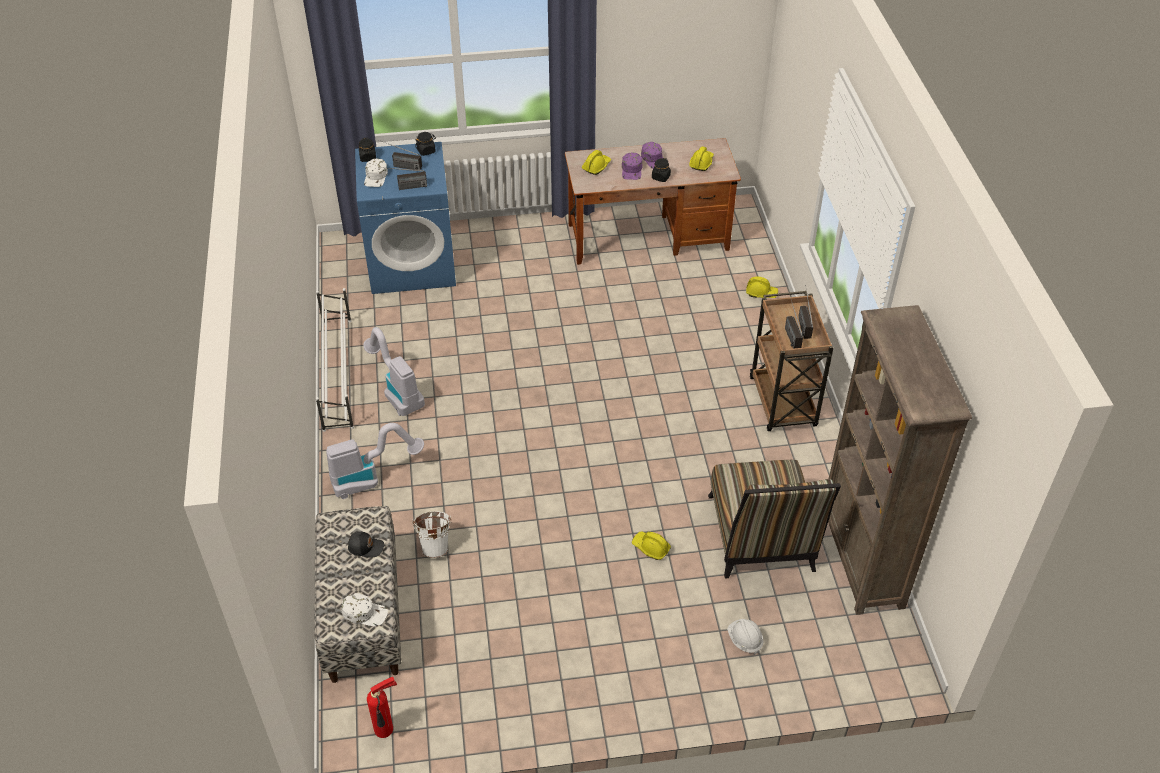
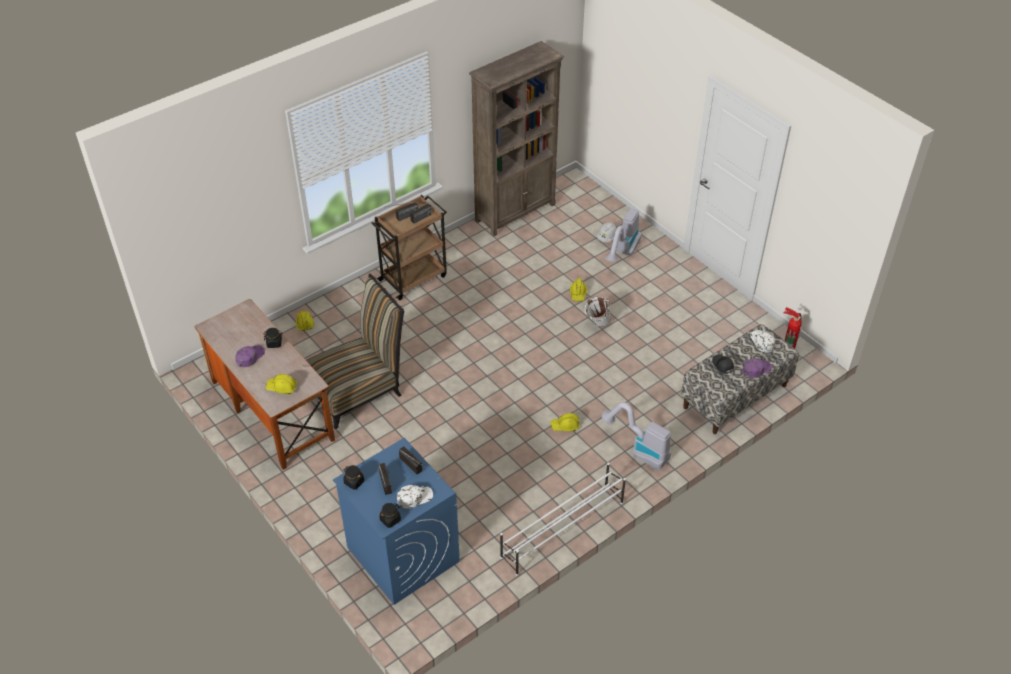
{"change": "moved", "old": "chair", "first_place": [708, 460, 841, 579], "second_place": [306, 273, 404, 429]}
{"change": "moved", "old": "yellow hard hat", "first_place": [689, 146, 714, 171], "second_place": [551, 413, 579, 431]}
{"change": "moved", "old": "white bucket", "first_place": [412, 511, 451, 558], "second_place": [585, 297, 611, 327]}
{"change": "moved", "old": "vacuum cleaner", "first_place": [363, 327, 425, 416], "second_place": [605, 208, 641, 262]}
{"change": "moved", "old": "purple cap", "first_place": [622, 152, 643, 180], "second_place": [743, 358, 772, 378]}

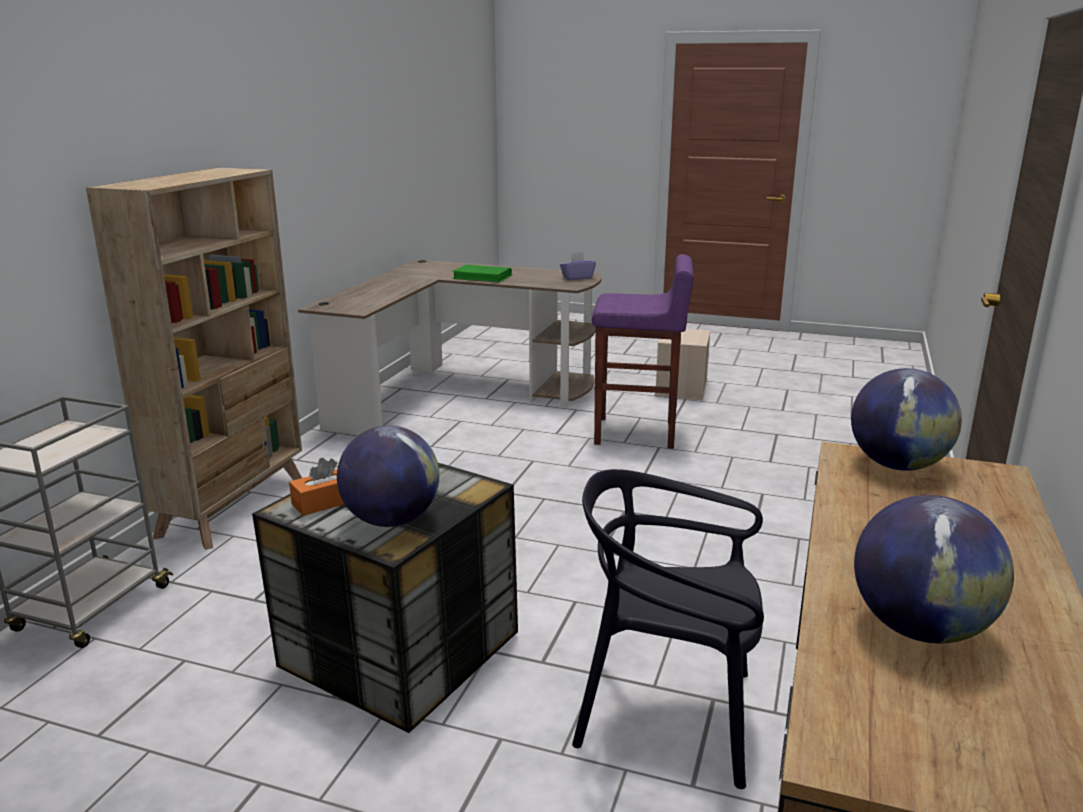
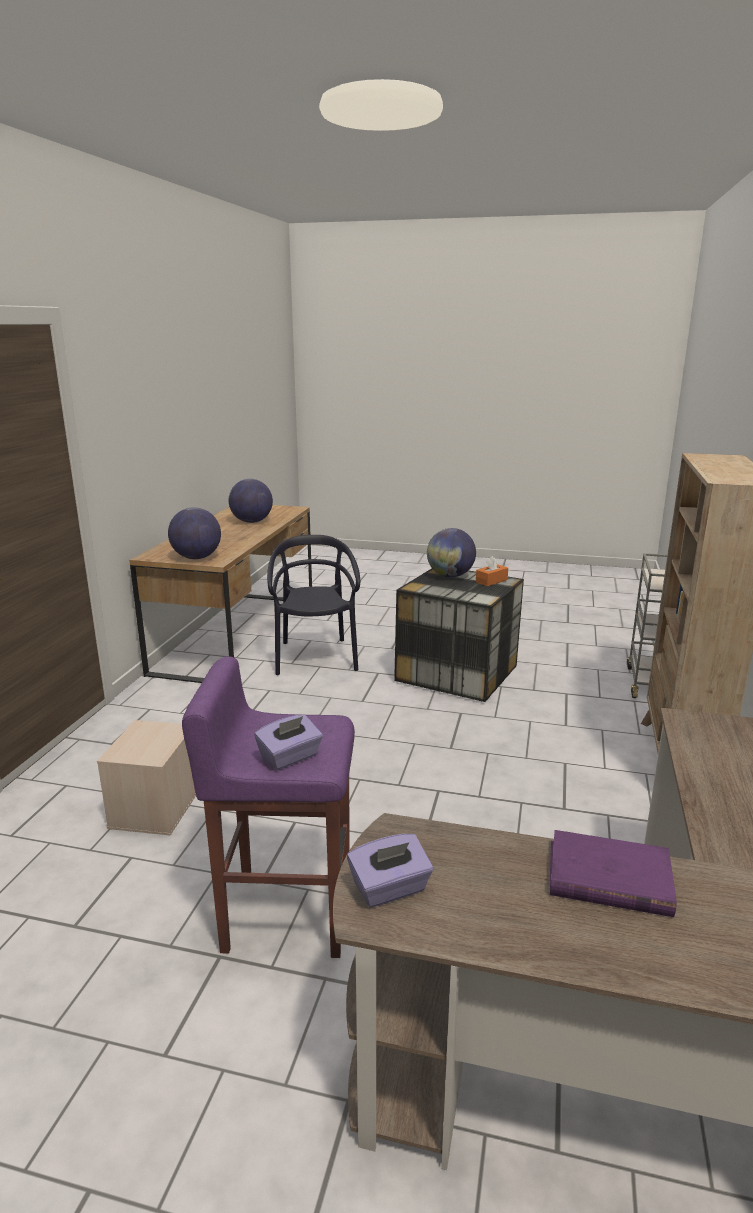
{"change": "moved", "old": "beige storage box", "first_place": [655, 329, 711, 400], "second_place": [97, 720, 196, 836]}
{"change": "added", "new": "purple tissue box", "second_place": [255, 715, 323, 770]}
{"change": "turned", "old": "black chair", "first_place": [572, 469, 764, 789], "second_place": [267, 535, 360, 675], "degrees": -105}
{"change": "recoloured", "old": "green book", "new": "purple book", "first_place": [452, 264, 512, 283], "second_place": [550, 830, 677, 917]}

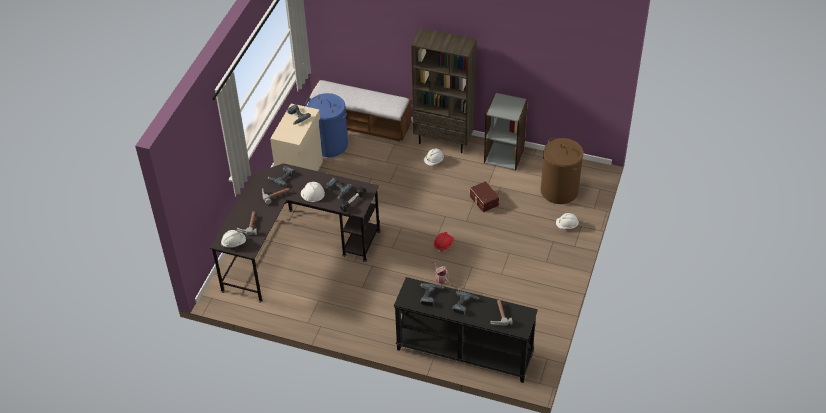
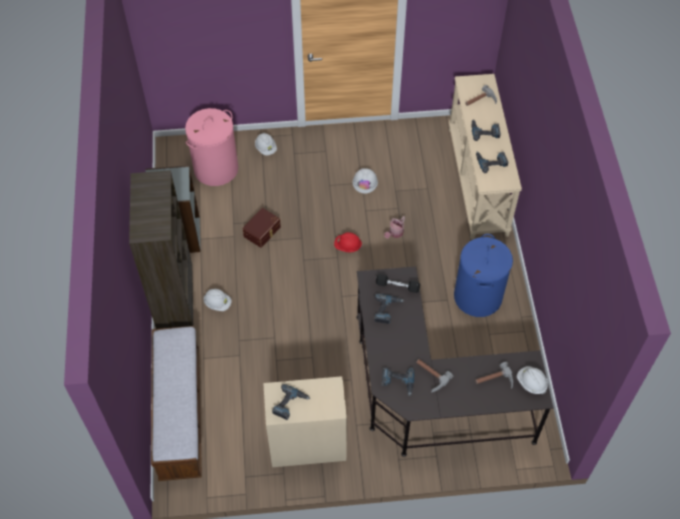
{"change": "recoloured", "old": "brown laundry basket", "new": "pink laundry basket", "first_place": [541, 138, 584, 204], "second_place": [185, 108, 238, 186]}
{"change": "moved", "old": "white hard hat", "first_place": [301, 182, 325, 202], "second_place": [353, 168, 378, 194]}
{"change": "recoloured", "old": "black console table", "new": "beige console table", "first_place": [394, 277, 538, 383], "second_place": [449, 74, 522, 240]}
{"change": "moved", "old": "blue laundry basket", "first_place": [306, 93, 348, 157], "second_place": [454, 234, 513, 317]}

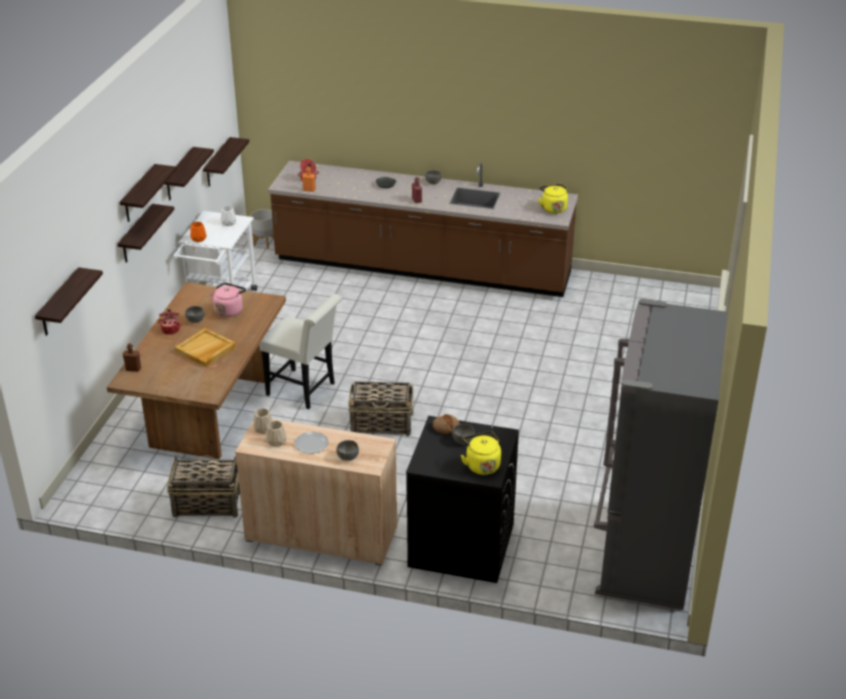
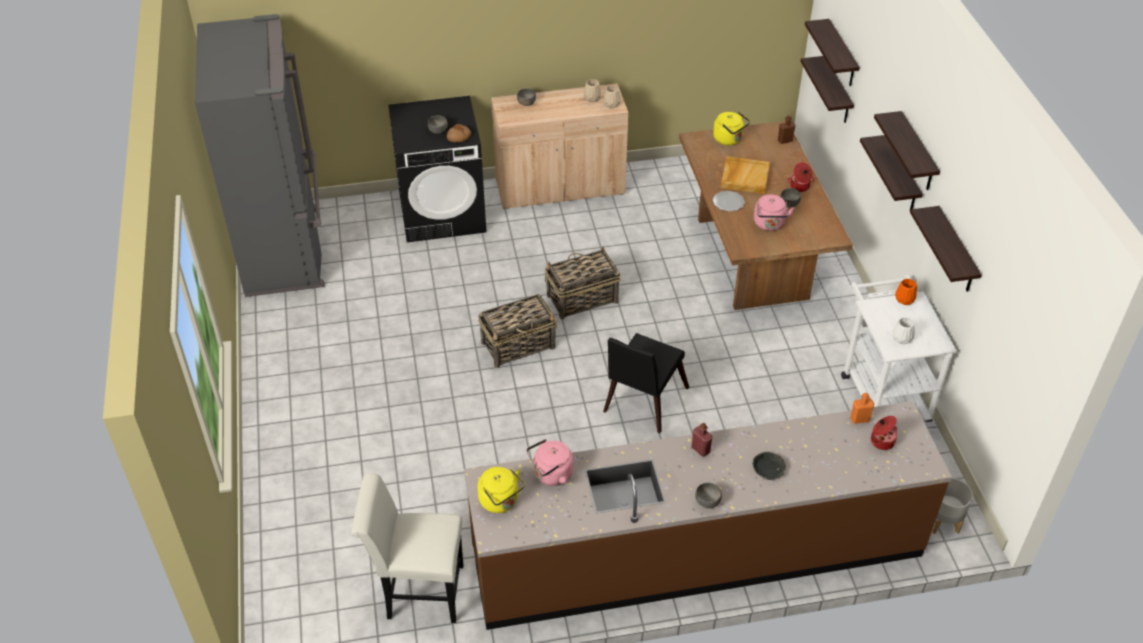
{"change": "moved", "old": "white chair", "first_place": [259, 294, 342, 409], "second_place": [351, 473, 463, 623]}
{"change": "moved", "old": "basket", "first_place": [167, 455, 240, 518], "second_place": [478, 294, 557, 368]}
{"change": "added", "new": "pink kettle", "second_place": [526, 439, 573, 486]}
{"change": "added", "new": "black chair", "second_place": [603, 333, 689, 433]}
{"change": "moved", "old": "yellow kettle", "first_place": [460, 431, 501, 475], "second_place": [713, 112, 750, 145]}
{"change": "moved", "old": "plate", "first_place": [294, 432, 329, 454], "second_place": [713, 191, 745, 212]}
{"change": "moved", "old": "shelf", "first_place": [203, 137, 249, 187], "second_place": [801, 56, 854, 123]}

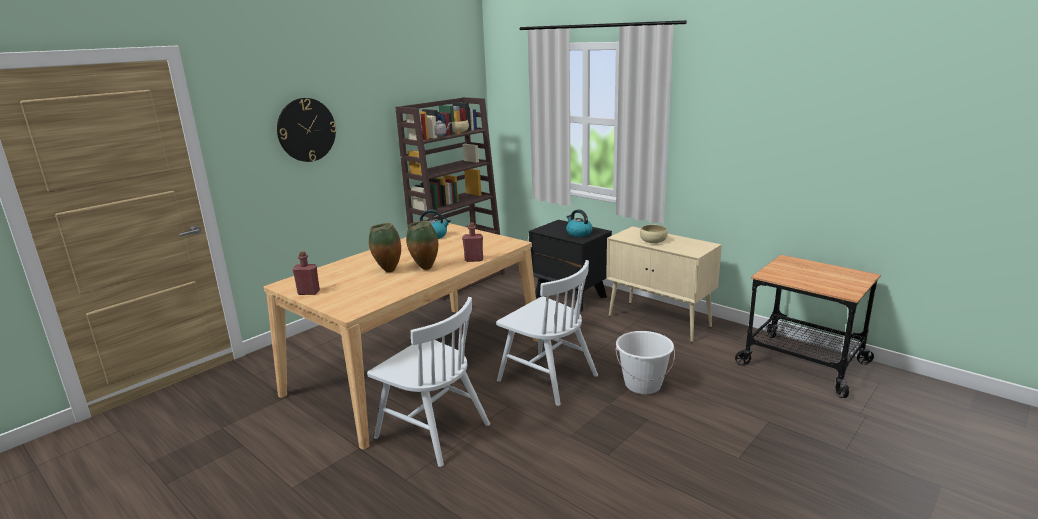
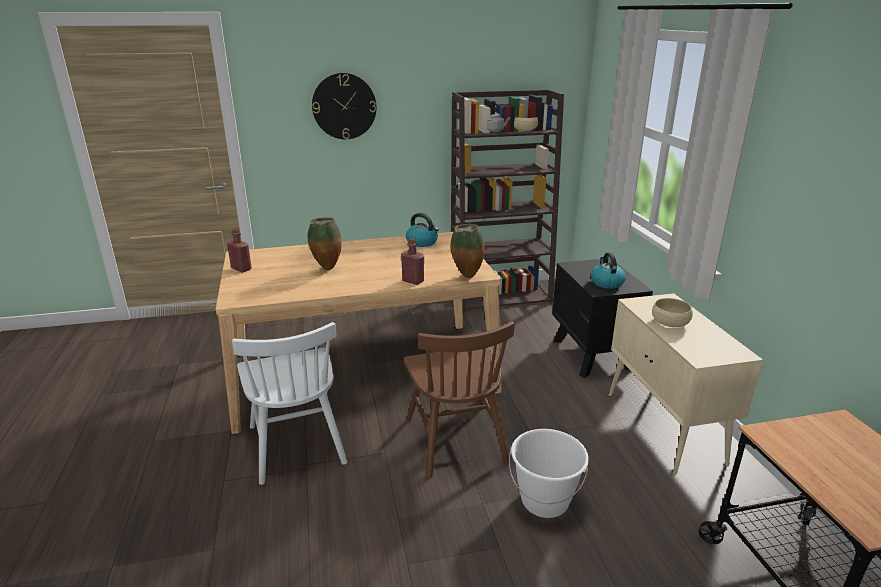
{"change": "recoloured", "old": "white chair", "new": "brown chair", "first_place": [496, 260, 598, 406], "second_place": [404, 321, 515, 478]}
{"change": "moved", "old": "vase", "first_place": [406, 221, 438, 270], "second_place": [450, 224, 485, 278]}

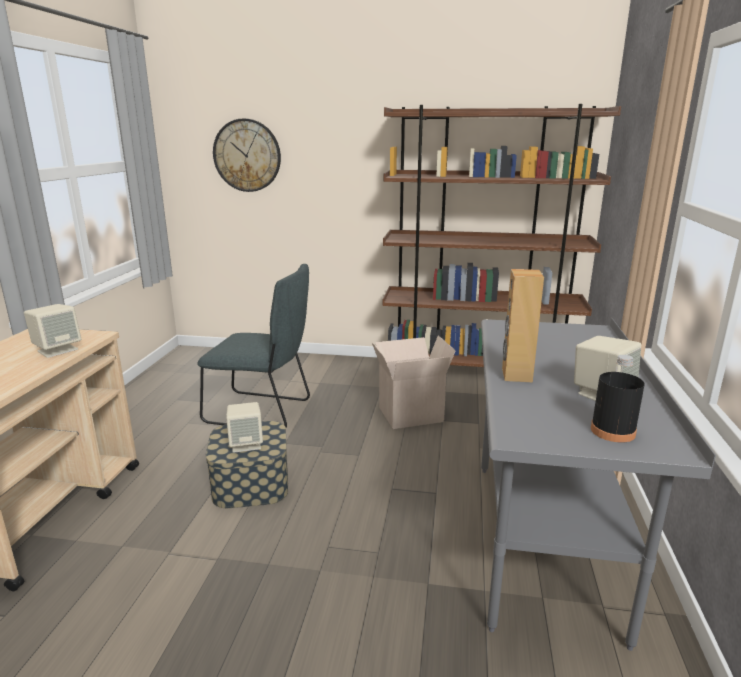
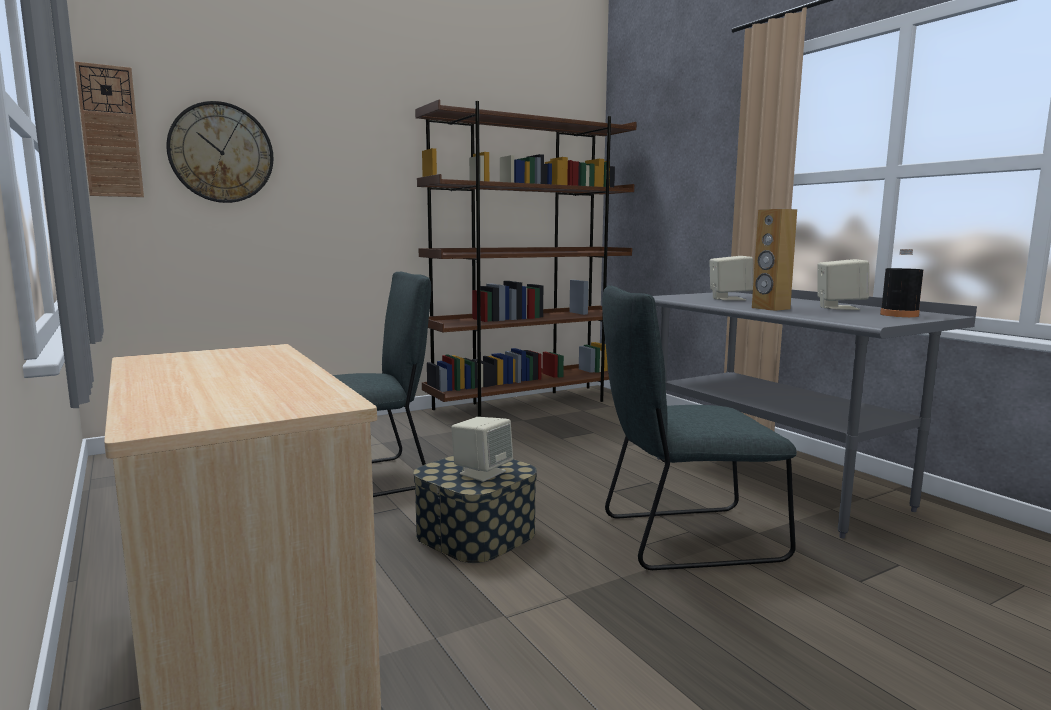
{"change": "added", "new": "wall clock", "second_place": [75, 61, 144, 197]}
{"change": "added", "new": "grey chair", "second_place": [602, 286, 797, 570]}
{"change": "moved", "old": "beige speaker", "first_place": [24, 304, 81, 358], "second_place": [709, 256, 754, 300]}
{"change": "removed", "old": "cardboard box", "first_place": [372, 335, 456, 429]}

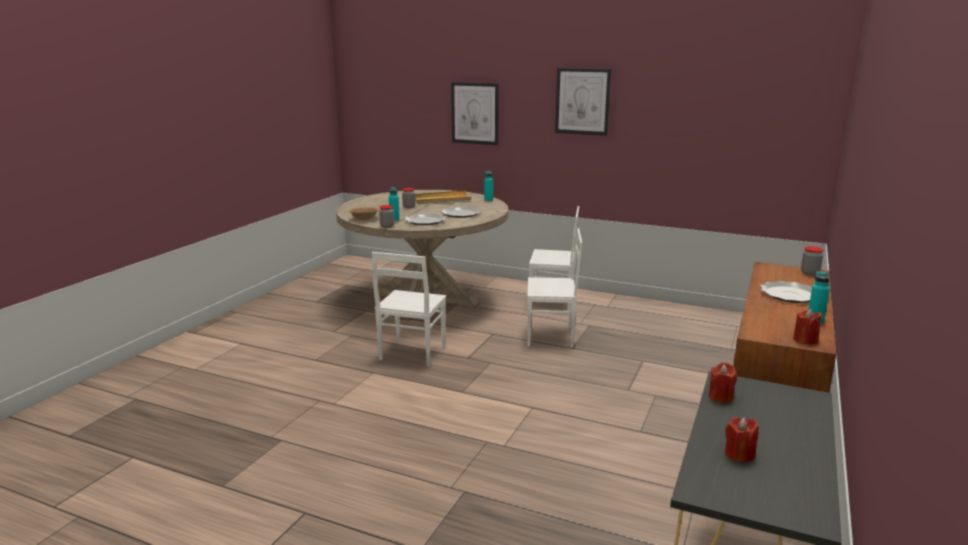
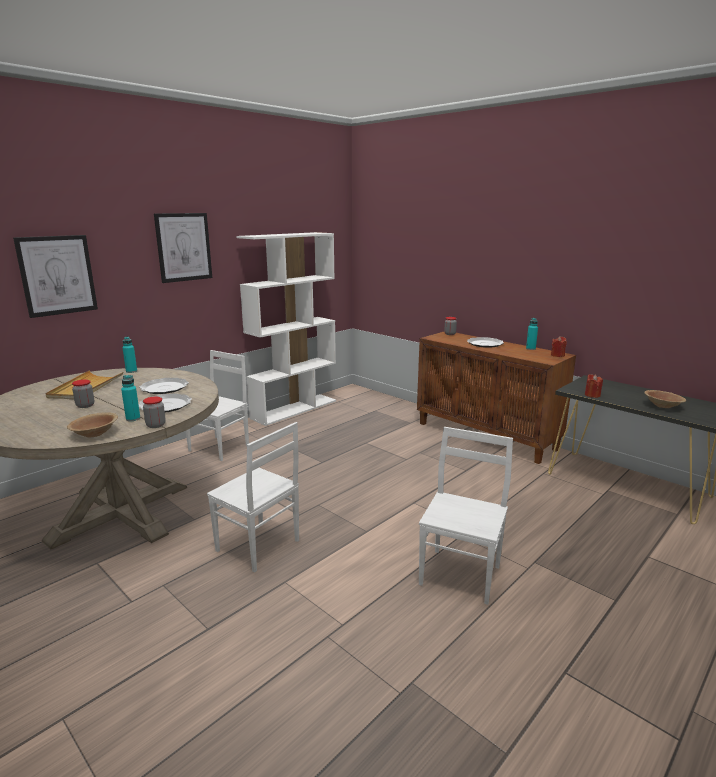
{"change": "added", "new": "white bookcase", "second_place": [236, 232, 336, 426]}
{"change": "moved", "old": "white chair", "first_place": [527, 228, 582, 347], "second_place": [419, 427, 513, 605]}
{"change": "replaced", "old": "red candle", "new": "brown bowl", "first_place": [725, 417, 759, 462], "second_place": [644, 390, 686, 408]}

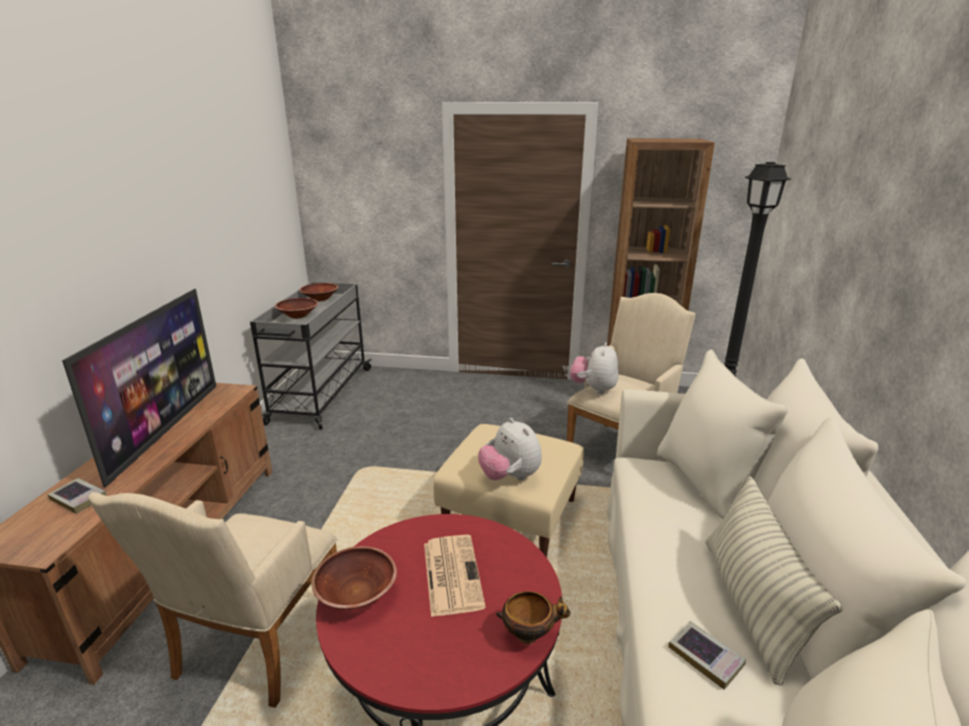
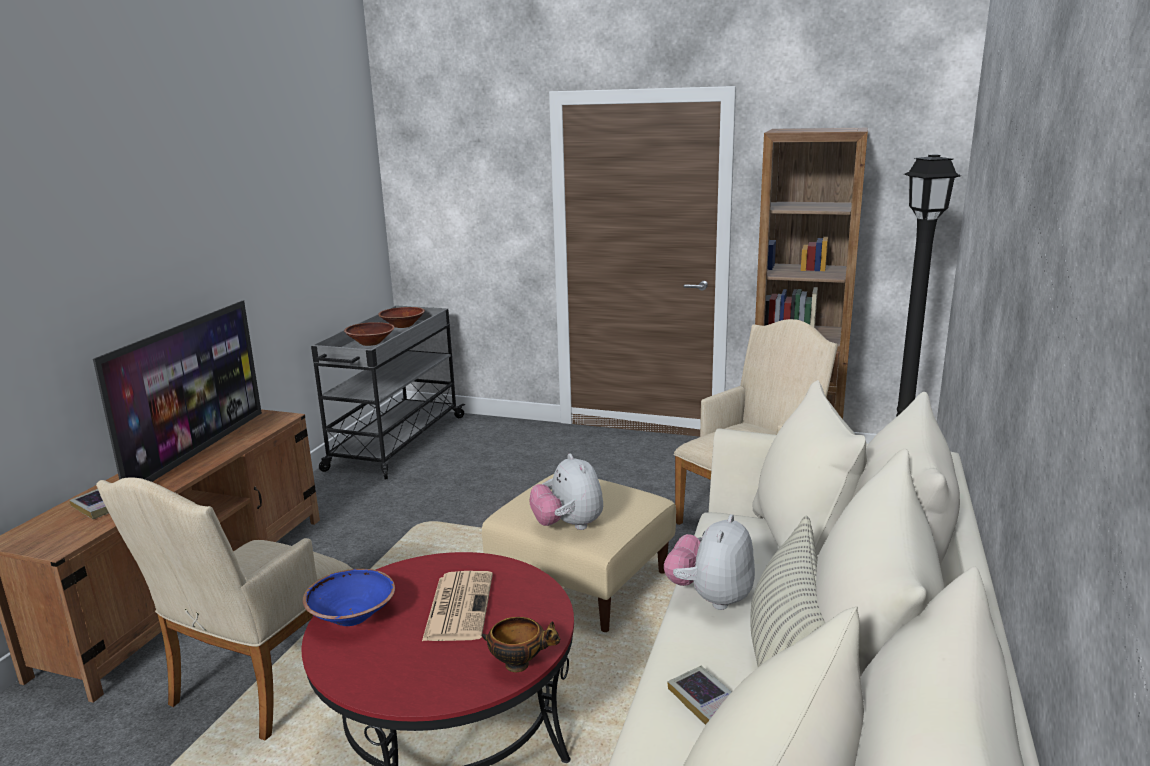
{"change": "recoloured", "old": "brown bowl", "new": "blue bowl", "first_place": [311, 546, 397, 609], "second_place": [303, 569, 395, 626]}
{"change": "moved", "old": "plush toy", "first_place": [570, 342, 618, 394], "second_place": [664, 514, 755, 610]}

